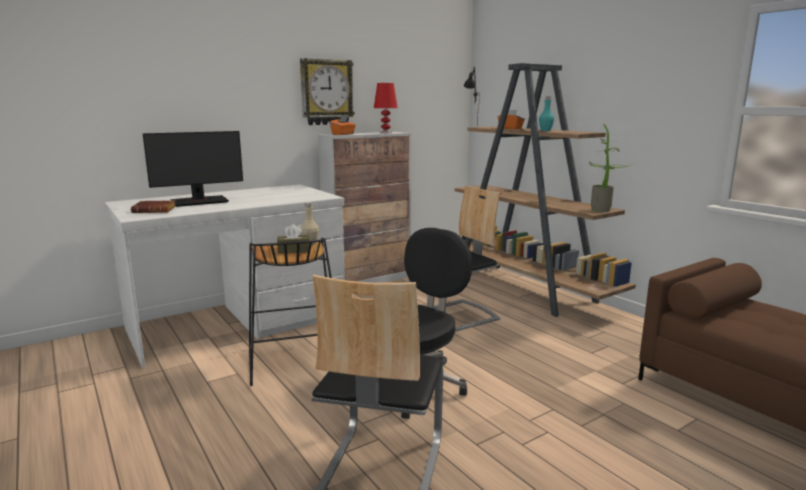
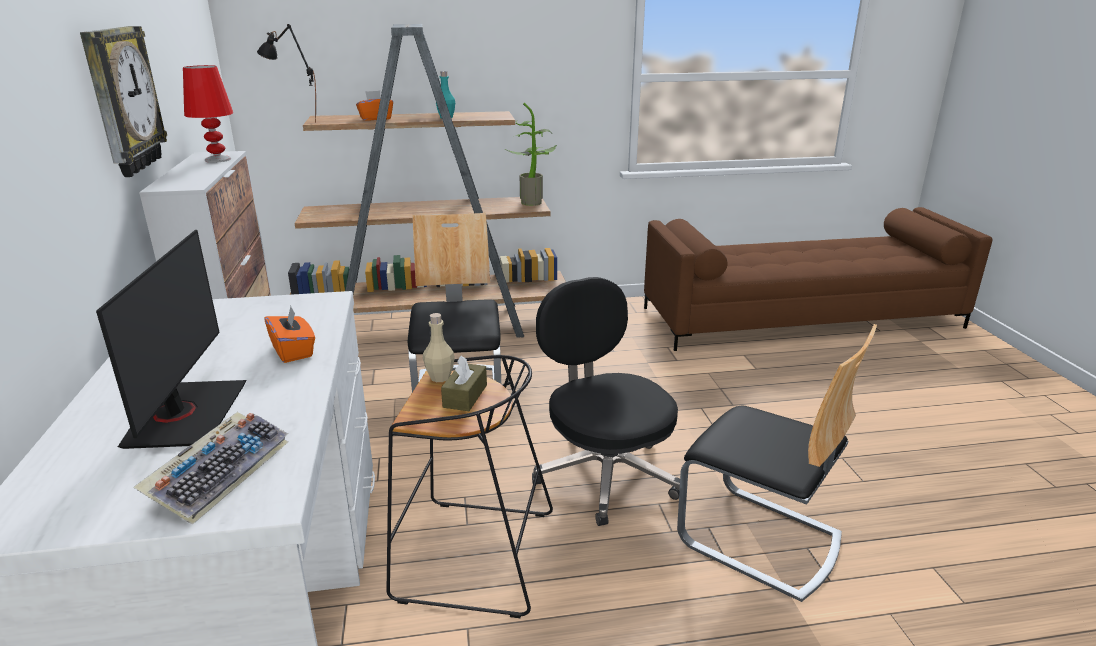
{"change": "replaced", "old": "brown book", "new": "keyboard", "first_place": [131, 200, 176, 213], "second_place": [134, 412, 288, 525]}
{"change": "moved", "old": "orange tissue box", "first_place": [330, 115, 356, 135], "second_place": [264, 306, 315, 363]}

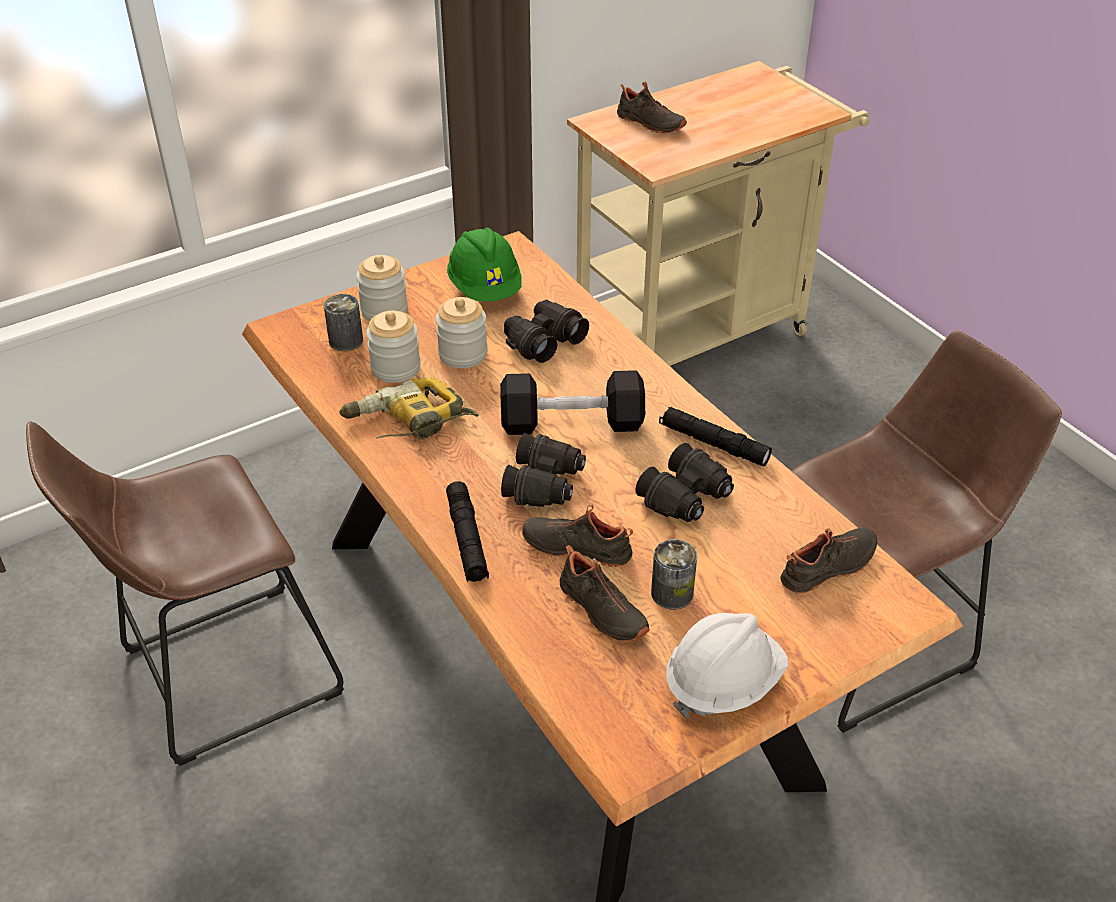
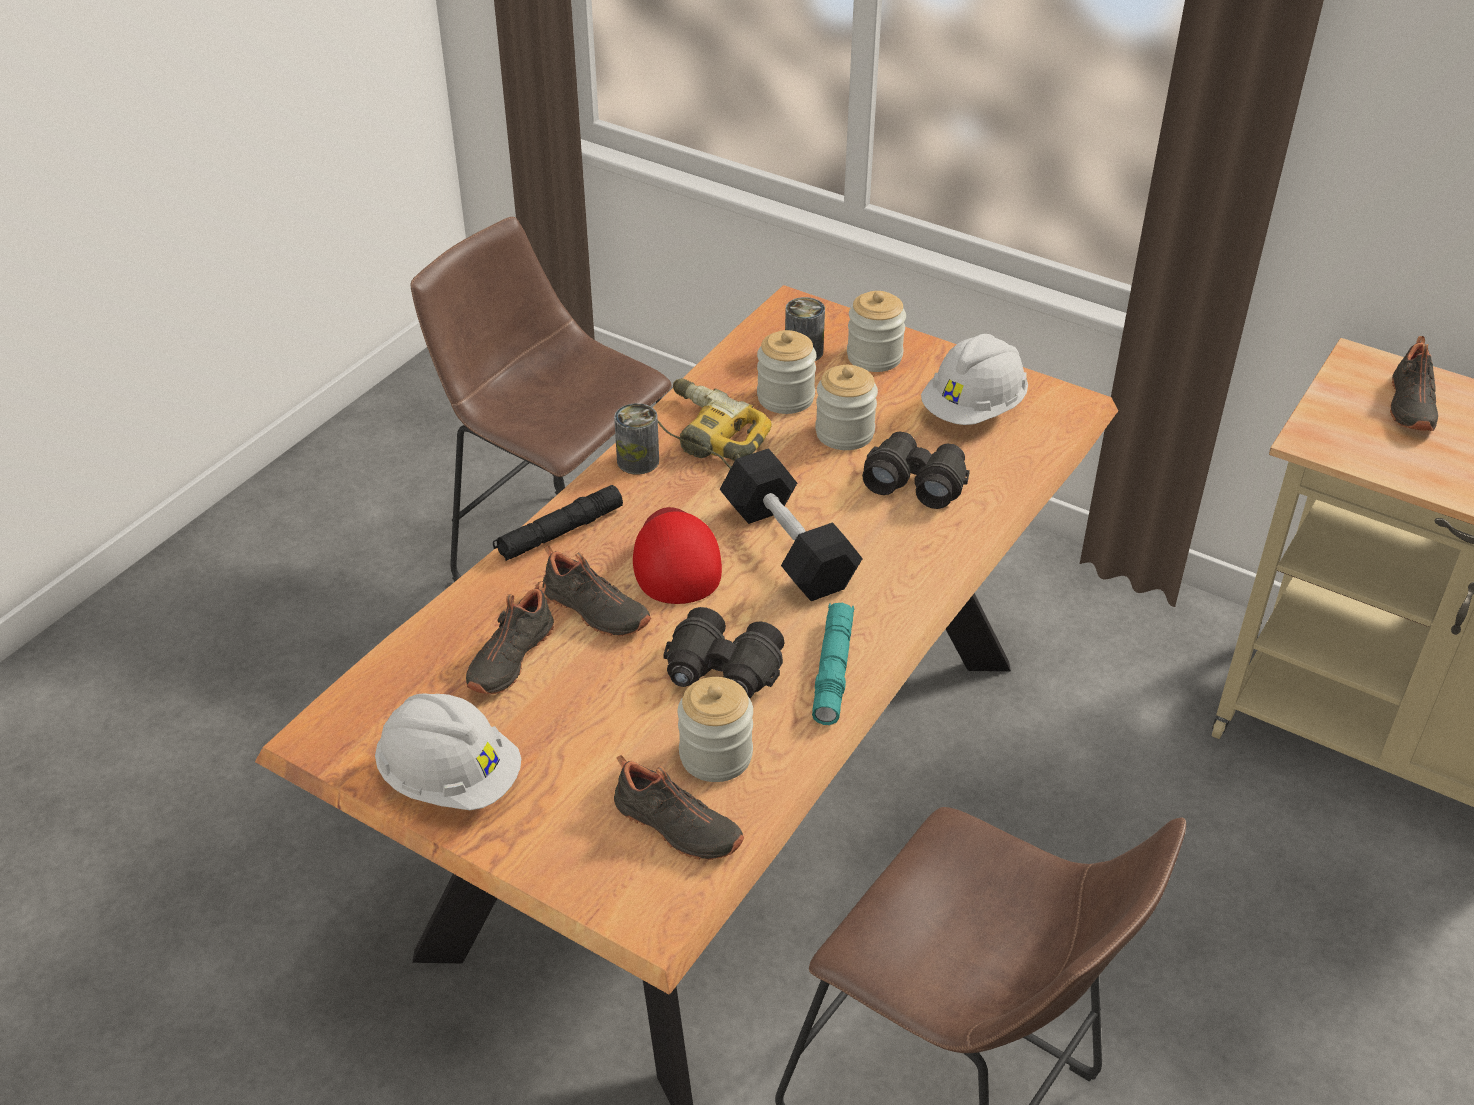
{"change": "turned", "old": "black shoe", "first_place": [522, 504, 633, 567], "second_place": [542, 546, 651, 636], "degrees": 135}
{"change": "moved", "old": "can", "first_place": [651, 539, 697, 610], "second_place": [614, 403, 659, 475]}
{"change": "replaced", "old": "black binoculars", "new": "red cap", "first_place": [501, 433, 586, 507], "second_place": [633, 507, 722, 604]}
{"change": "added", "new": "jar", "second_place": [678, 677, 753, 782]}
{"change": "recoloured", "old": "black flashlight", "new": "turquoise flashlight", "first_place": [659, 407, 772, 467], "second_place": [812, 603, 854, 725]}
{"change": "recoloured", "old": "green hard hat", "new": "white hard hat", "first_place": [447, 227, 522, 301], "second_place": [921, 334, 1028, 425]}

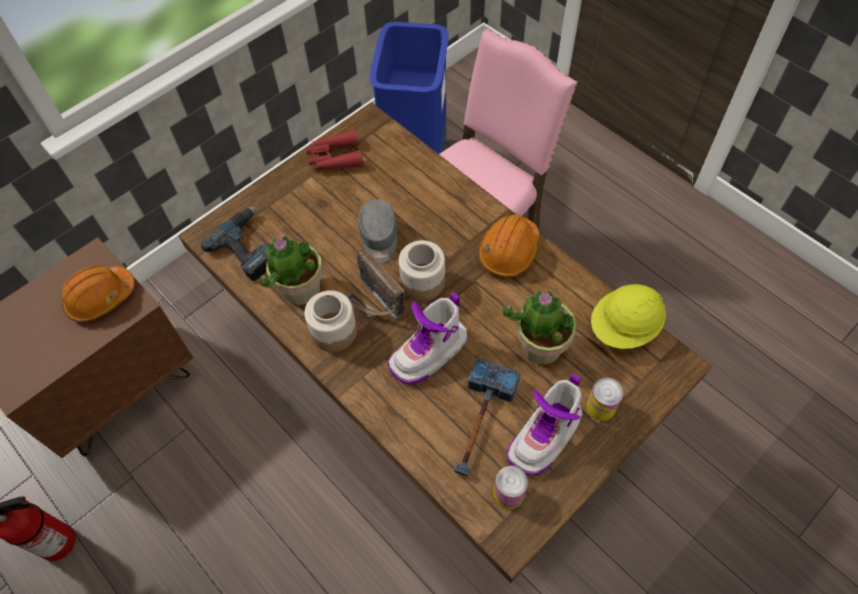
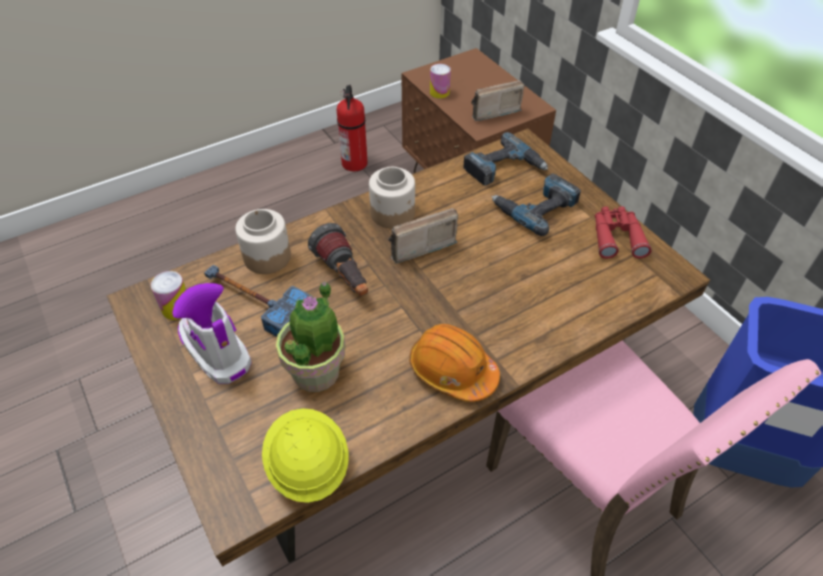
{"change": "moved", "old": "jar", "first_place": [399, 240, 445, 301], "second_place": [235, 209, 291, 274]}
{"change": "replaced", "old": "boot", "new": "flashlight", "first_place": [388, 292, 467, 384], "second_place": [308, 223, 368, 296]}
{"change": "moved", "old": "can", "first_place": [587, 378, 623, 421], "second_place": [430, 64, 451, 99]}
{"change": "replaced", "old": "orange hard hat", "new": "radio", "first_place": [62, 266, 135, 322], "second_place": [471, 80, 524, 121]}
{"change": "added", "new": "power drill", "second_place": [491, 174, 581, 236]}
{"change": "removed", "old": "potted plant", "first_place": [260, 236, 323, 305]}
{"change": "removed", "old": "grey cap", "first_place": [358, 199, 397, 263]}

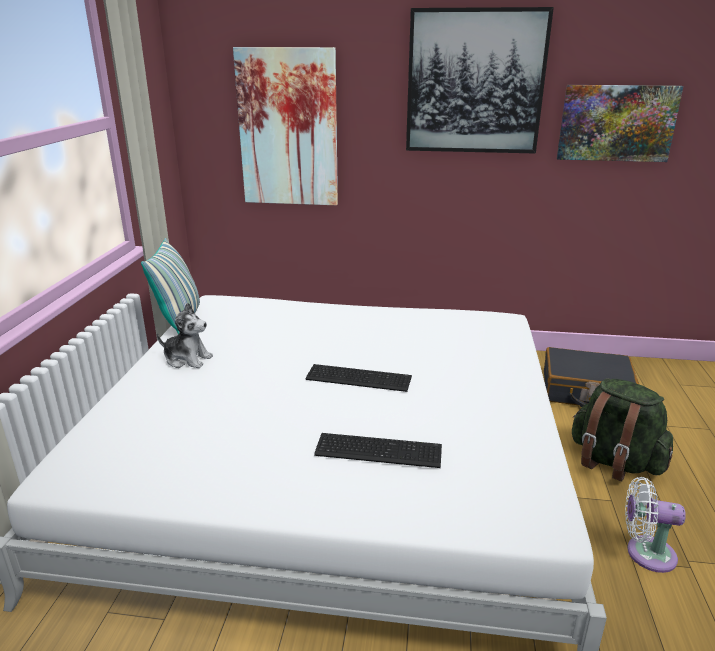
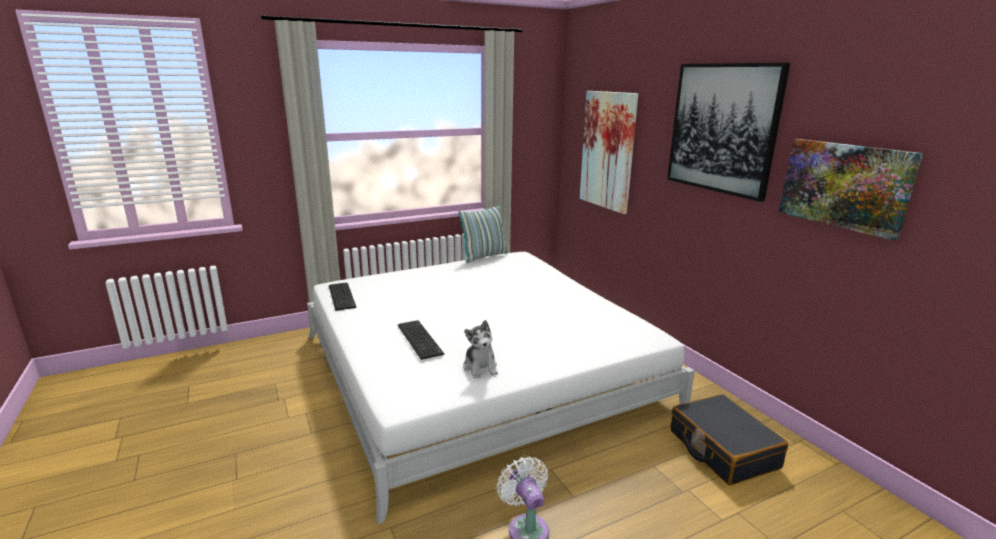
{"change": "moved", "old": "keyboard", "first_place": [306, 364, 412, 392], "second_place": [329, 283, 357, 311]}
{"change": "moved", "old": "plush toy", "first_place": [157, 303, 213, 368], "second_place": [463, 320, 498, 379]}
{"change": "removed", "old": "green backpack", "first_place": [572, 378, 673, 482]}

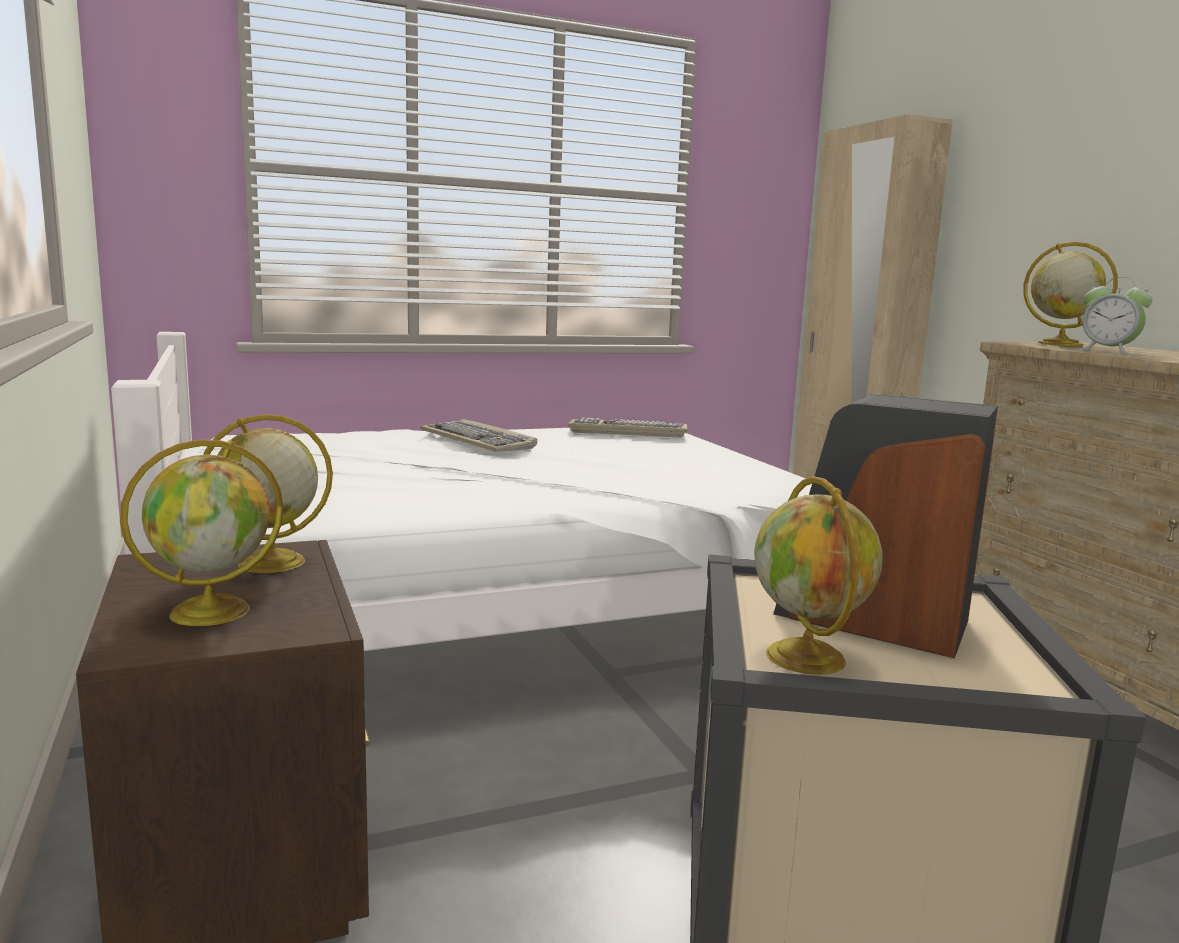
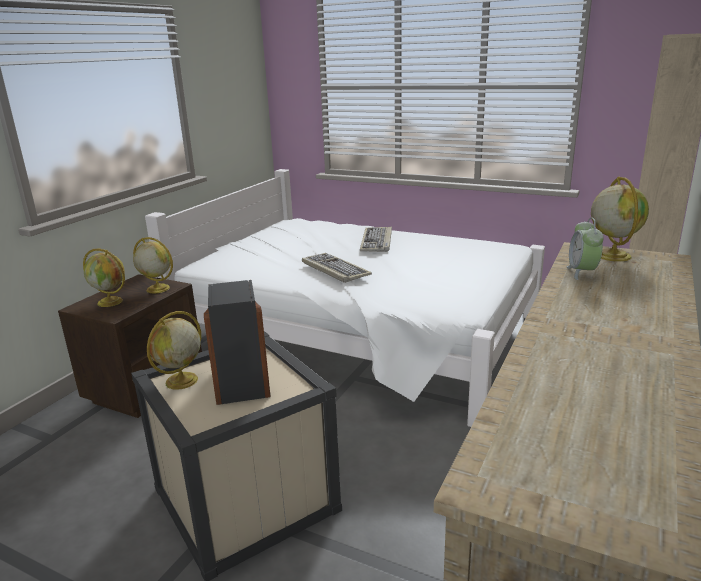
{"change": "moved", "old": "keyboard", "first_place": [568, 418, 688, 438], "second_place": [302, 253, 372, 283]}

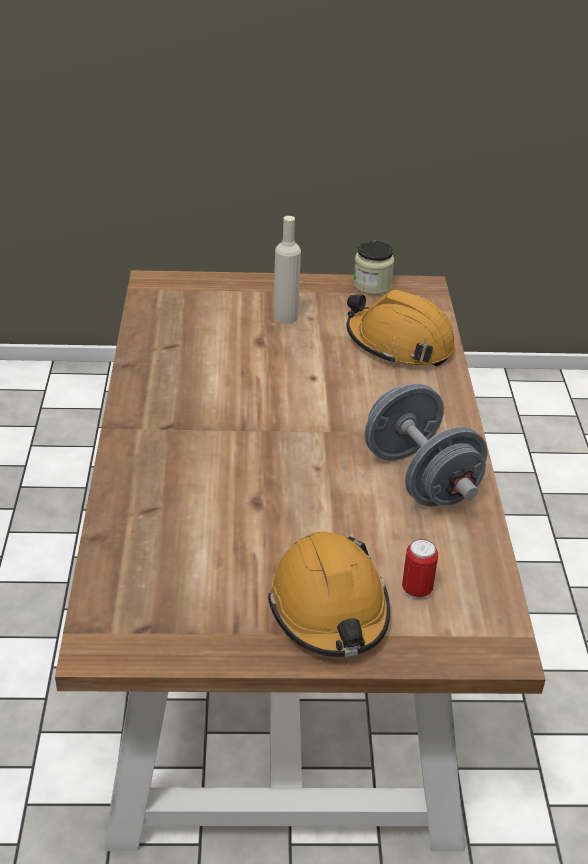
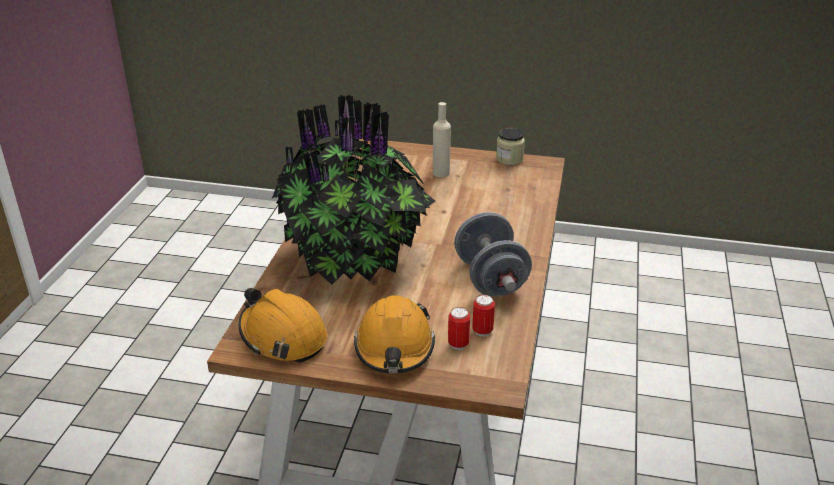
{"change": "moved", "old": "orange hard hat", "first_place": [346, 289, 455, 366], "second_place": [239, 288, 327, 362]}
{"change": "added", "new": "potted plant", "second_place": [272, 95, 435, 285]}
{"change": "added", "new": "can", "second_place": [472, 295, 495, 337]}

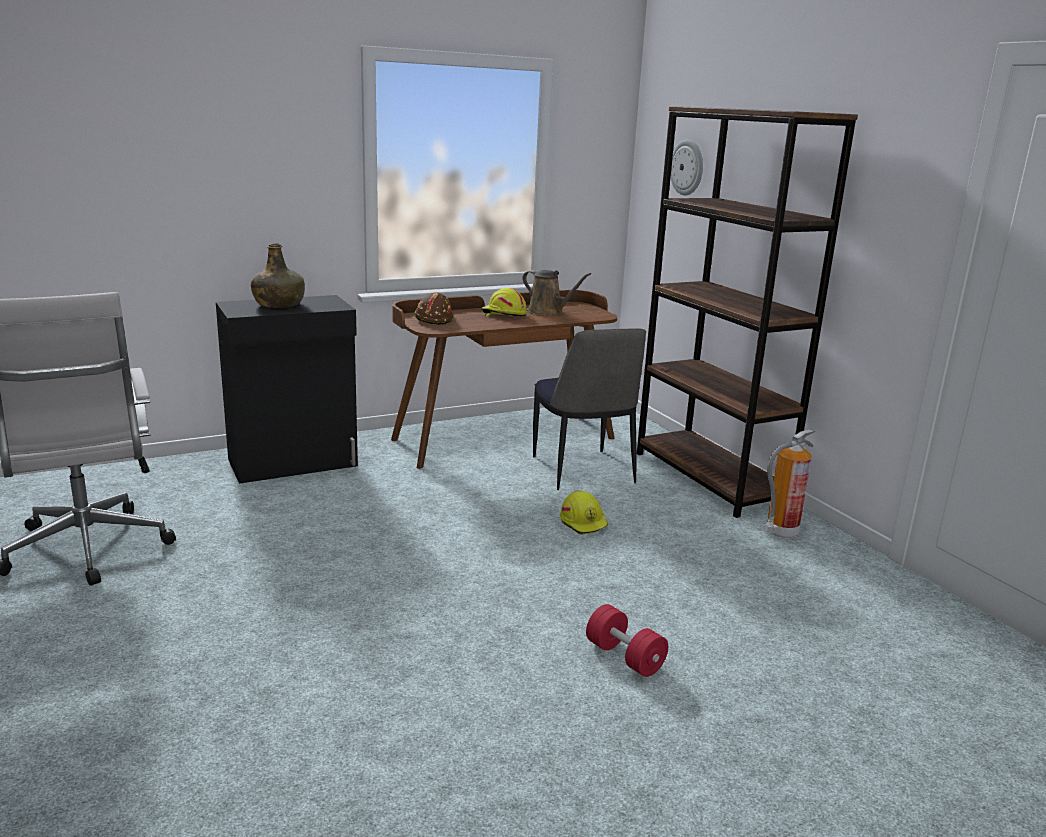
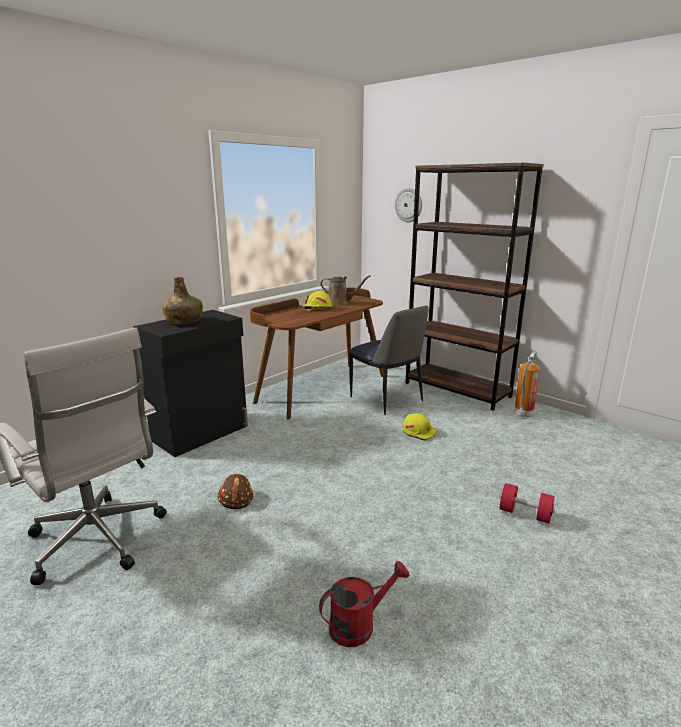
{"change": "moved", "old": "brown hard hat", "first_place": [415, 292, 454, 325], "second_place": [217, 474, 253, 509]}
{"change": "added", "new": "red watering can", "second_place": [319, 561, 409, 647]}

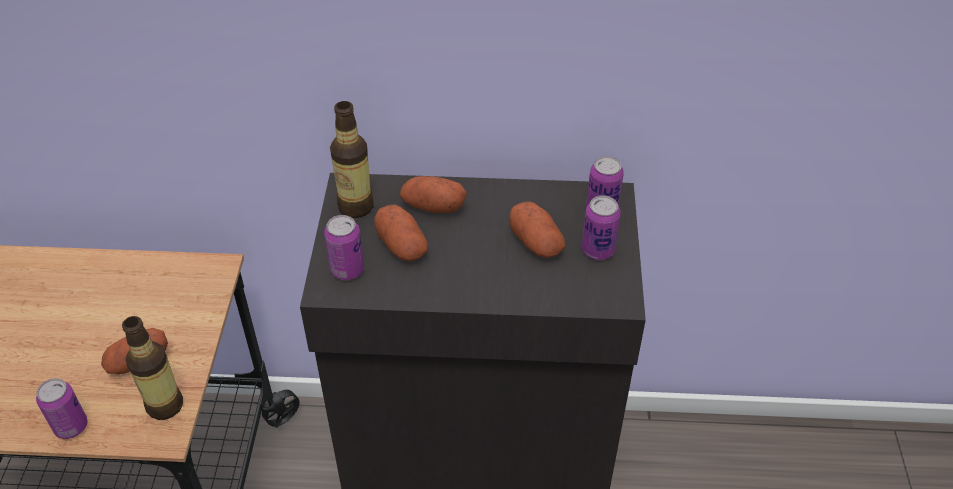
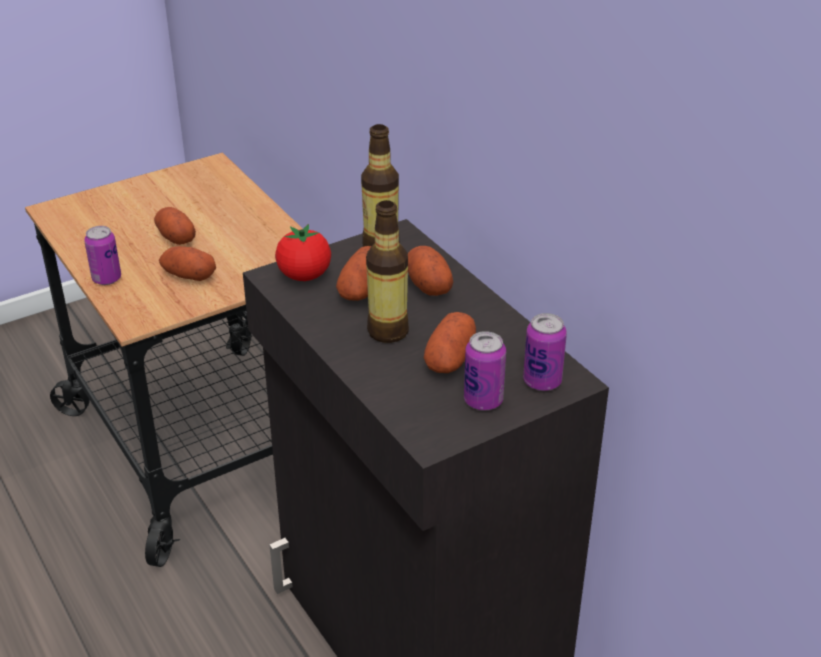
{"change": "added", "new": "potato", "second_place": [154, 207, 196, 245]}
{"change": "replaced", "old": "can", "new": "tomato", "first_place": [324, 215, 364, 280], "second_place": [275, 224, 331, 281]}
{"change": "moved", "old": "bottle", "first_place": [122, 316, 183, 420], "second_place": [366, 200, 409, 343]}

